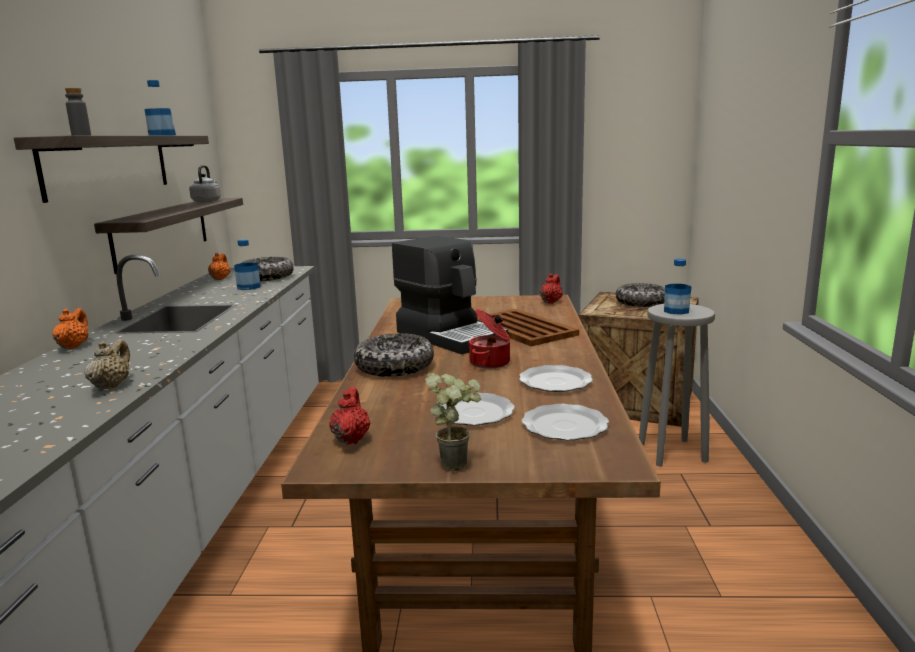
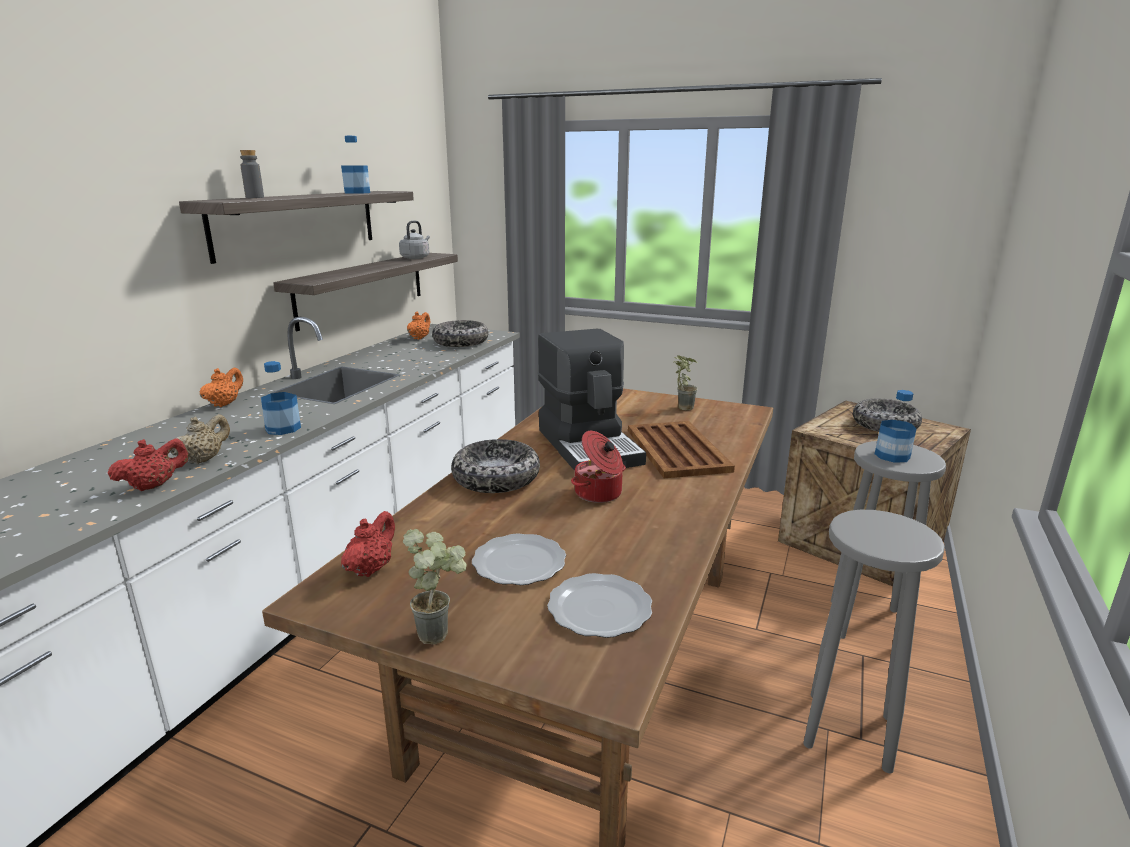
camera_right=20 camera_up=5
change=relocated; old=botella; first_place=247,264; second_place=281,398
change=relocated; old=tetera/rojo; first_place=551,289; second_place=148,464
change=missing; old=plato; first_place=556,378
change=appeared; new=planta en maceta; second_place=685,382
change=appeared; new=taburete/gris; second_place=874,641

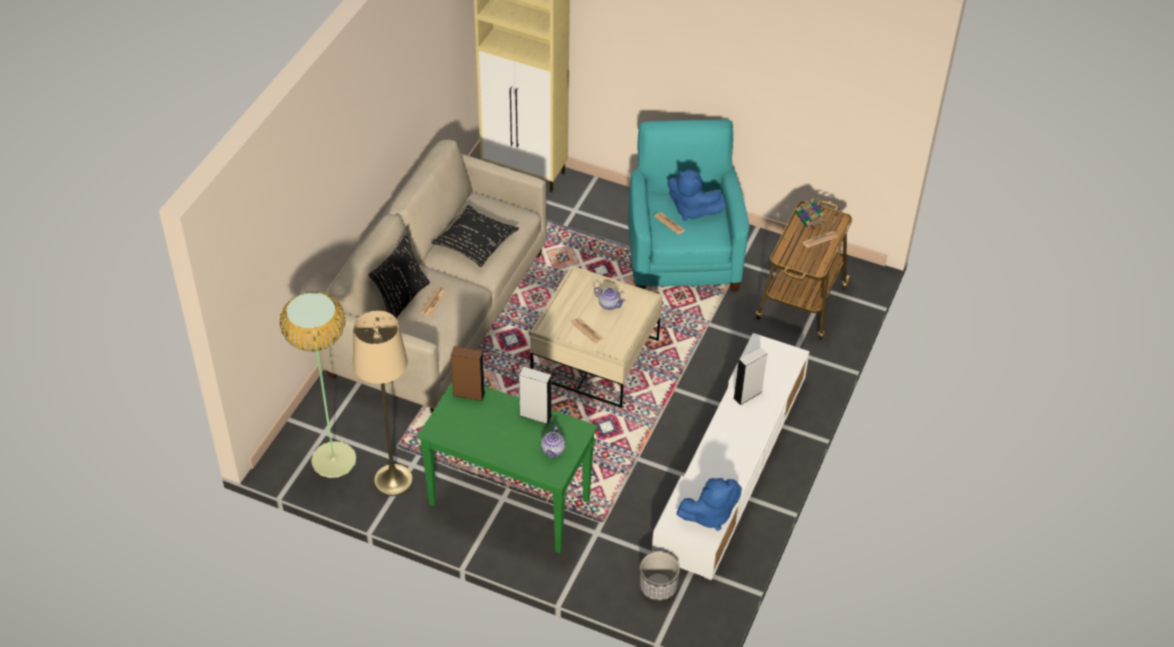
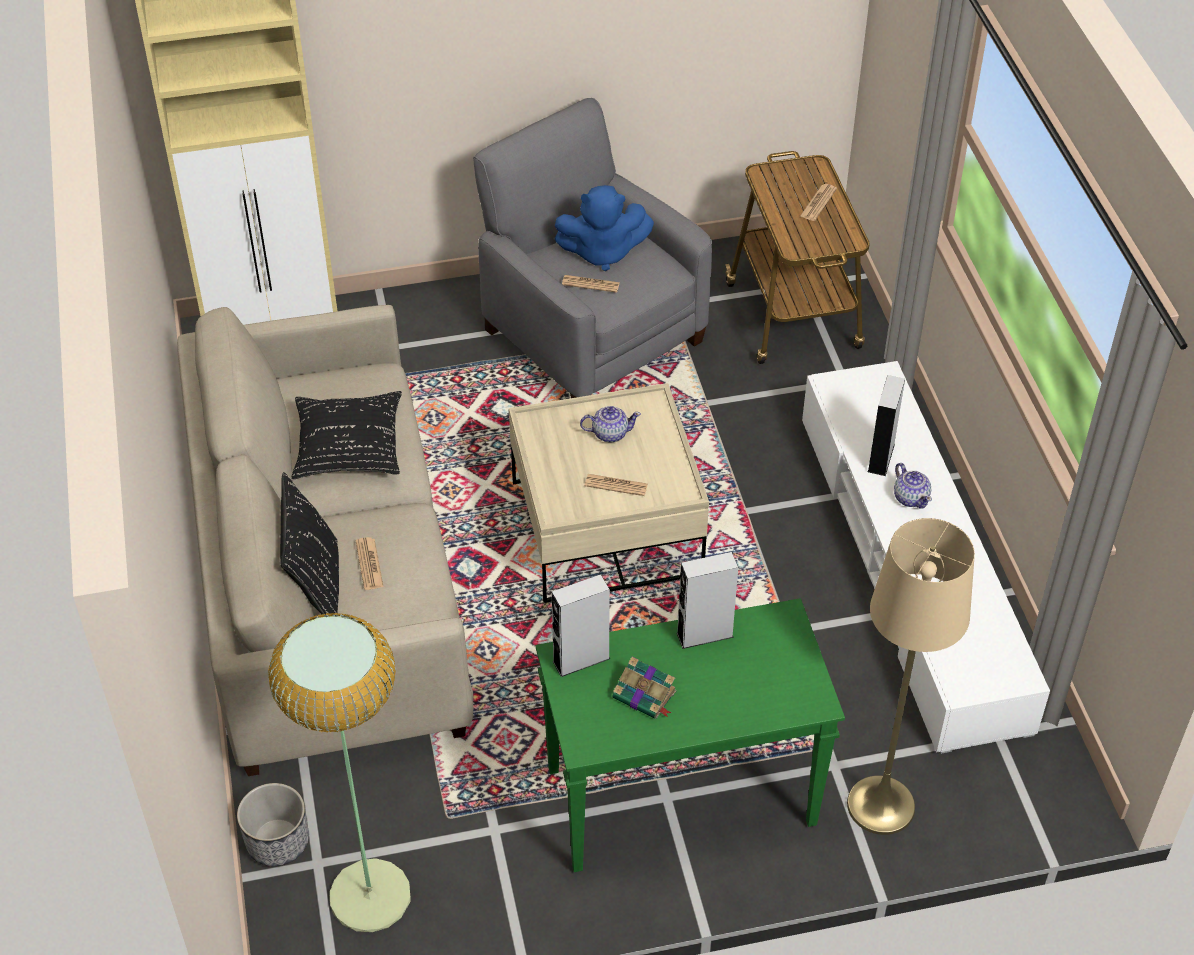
camera_right=-35 camera_up=0
change=colour; old=sillón/turquesa; new=sillón/gris; first_place=688,205; second_place=592,248
change=relocated; old=libro; first_place=810,214; second_place=644,688
change=relocated; old=lámpara de pie/beis; first_place=383,403; second_place=911,676
change=colour; old=altavoz/marrón; new=altavoz/gris; first_place=468,373; second_place=581,625
change=relocated; old=tetera; first_place=553,441; second_place=913,486
change=missing; old=peluche/azul; first_place=709,504
change=relocated; old=maceta; first_place=660,576; second_place=273,824

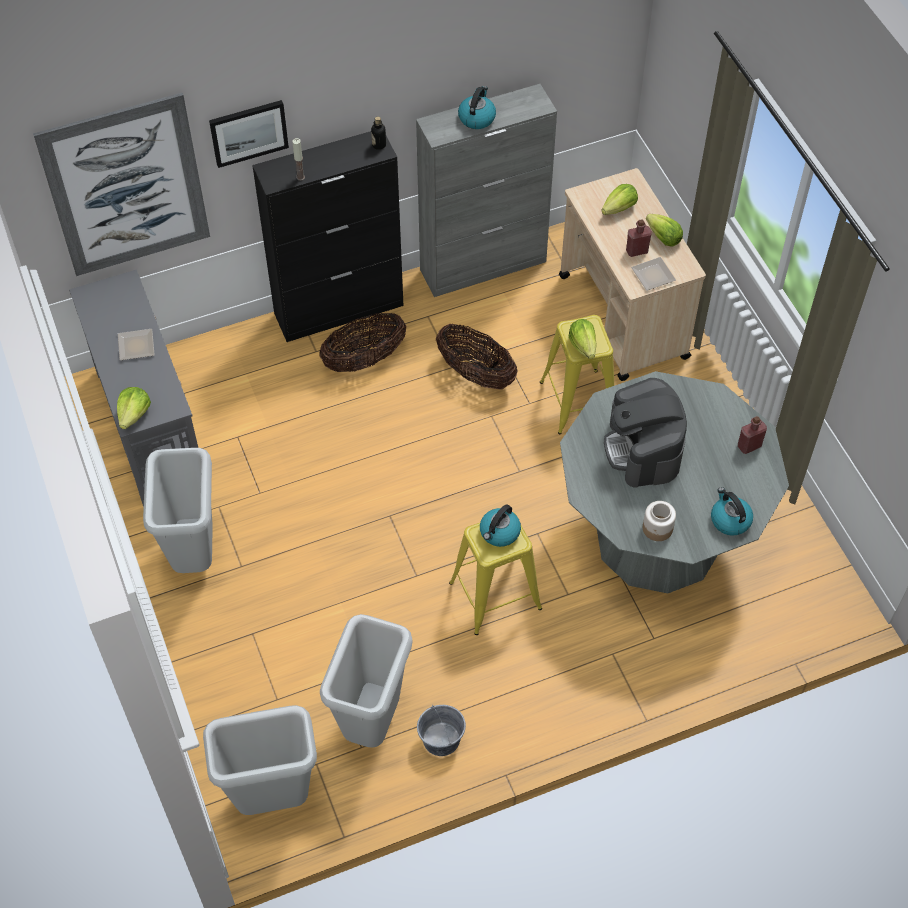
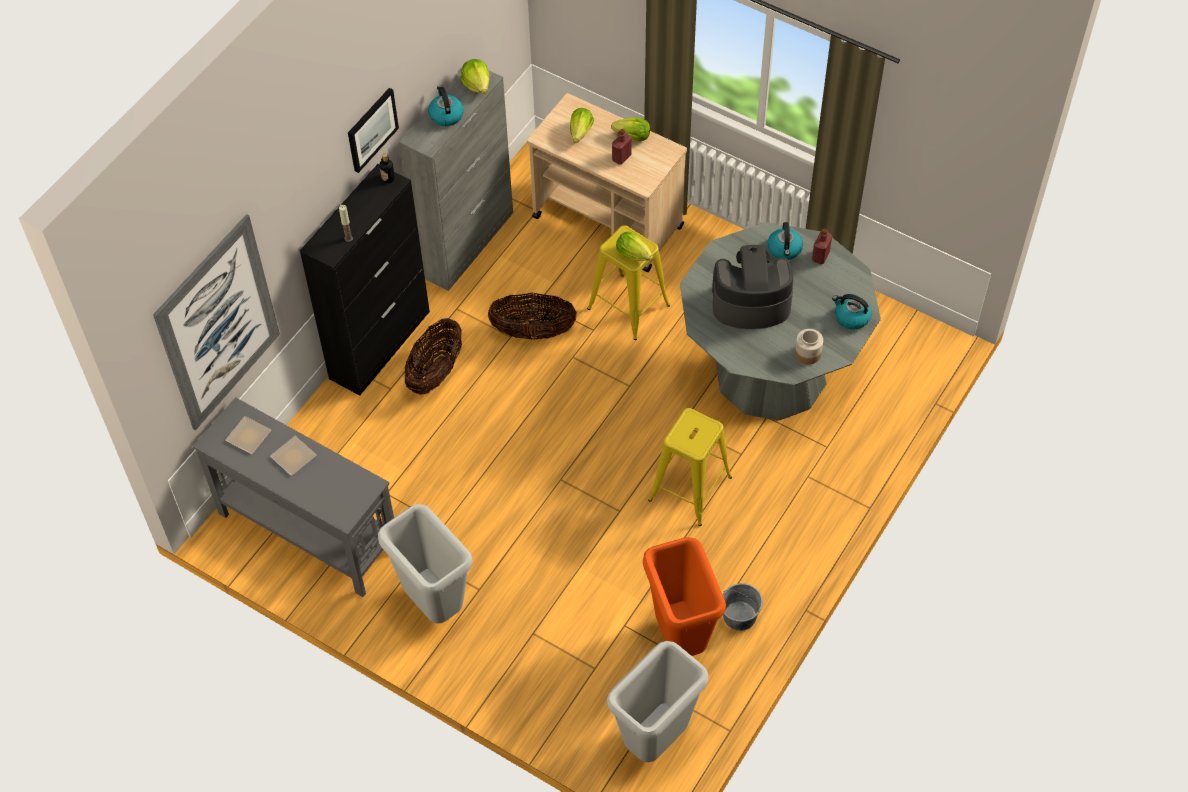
camera_right=-35 camera_up=0
change=relocated; old=cuadro; first_place=249,134; second_place=373,130
change=relocated; old=plato; first_place=653,274; second_place=248,435
change=spun; old=cafetera; first_place=645,433; second_place=752,287; degrees=135
change=relocated; old=lechuga; first_place=134,408; second_place=475,76
change=relocated; old=hervidor; first_place=500,525; second_place=785,241
change=colour; old=papelera/gris; new=papelera/naranja; first_place=366,681; second_place=684,596

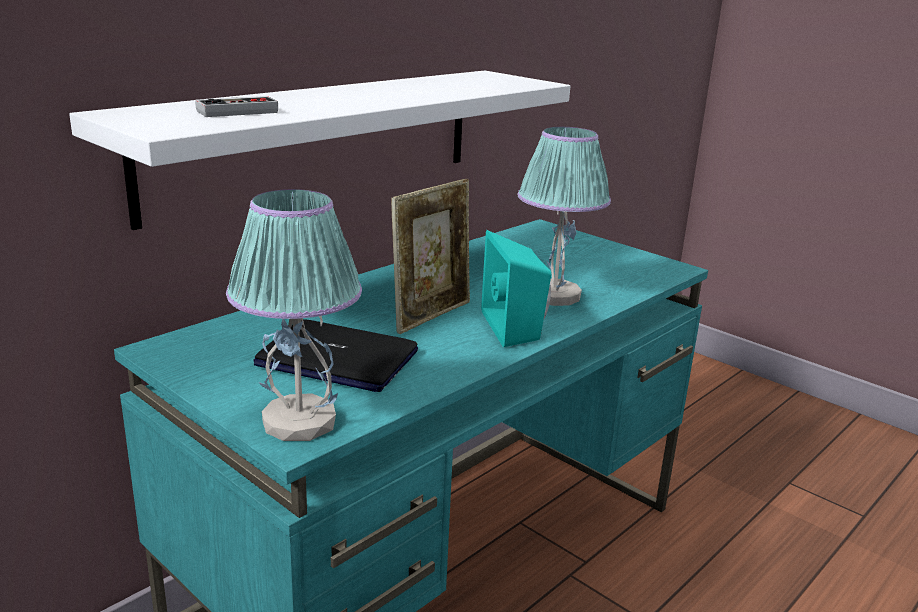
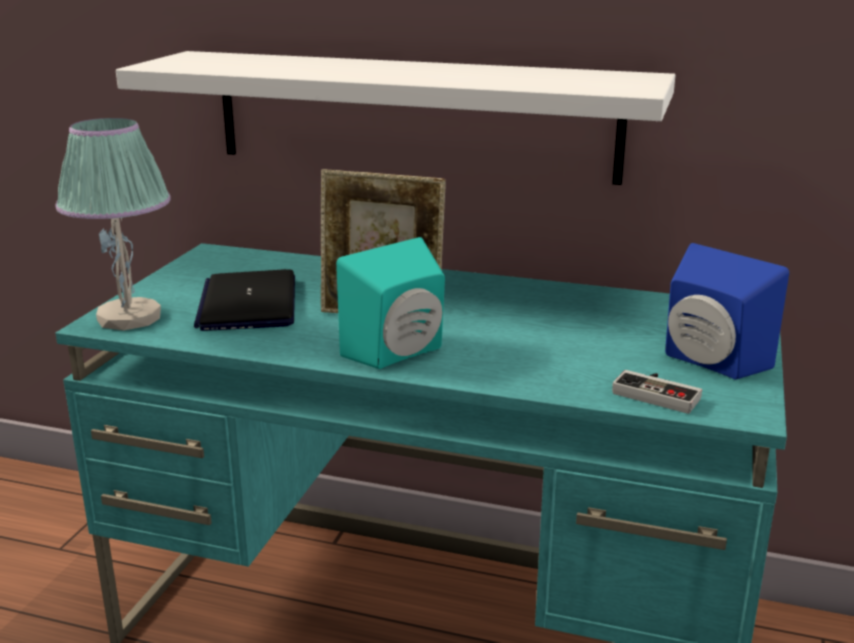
camera_right=65 camera_up=0
change=relocated; old=mando de consola; first_place=236,106; second_place=657,392
change=missing; old=lámpara de mesa; first_place=564,216
change=appeared; new=altavoz/azul; second_place=727,311

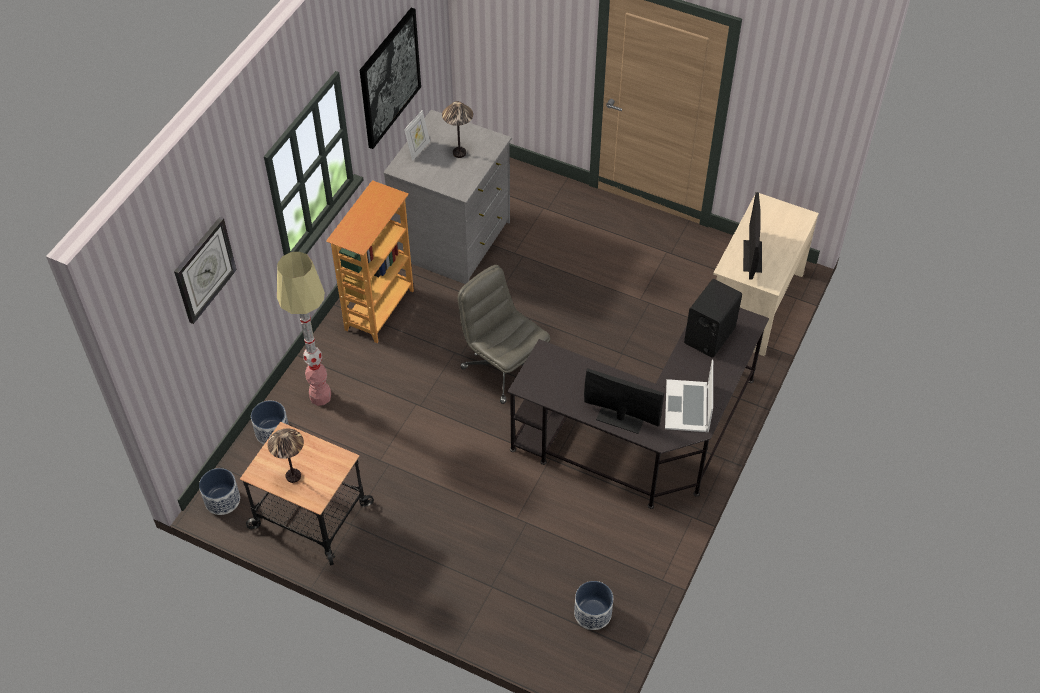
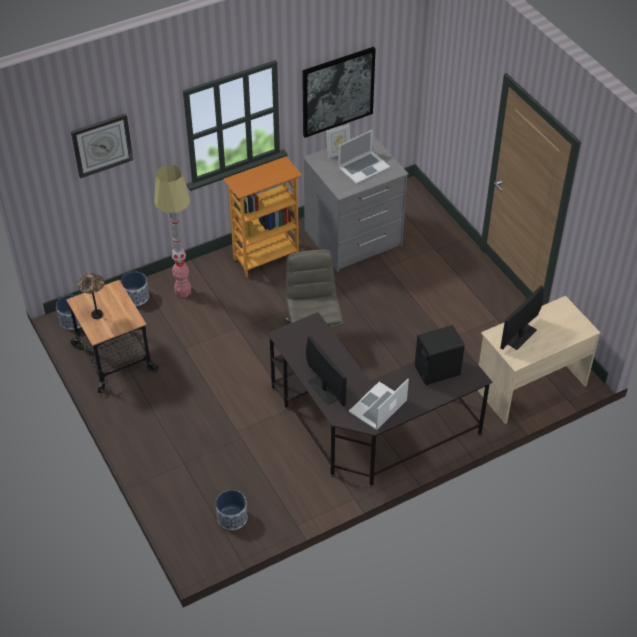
camera_right=35 camera_up=-5
change=exchanged; old=lámpara de mesa; new=portátil; first_place=457,129; second_place=364,156

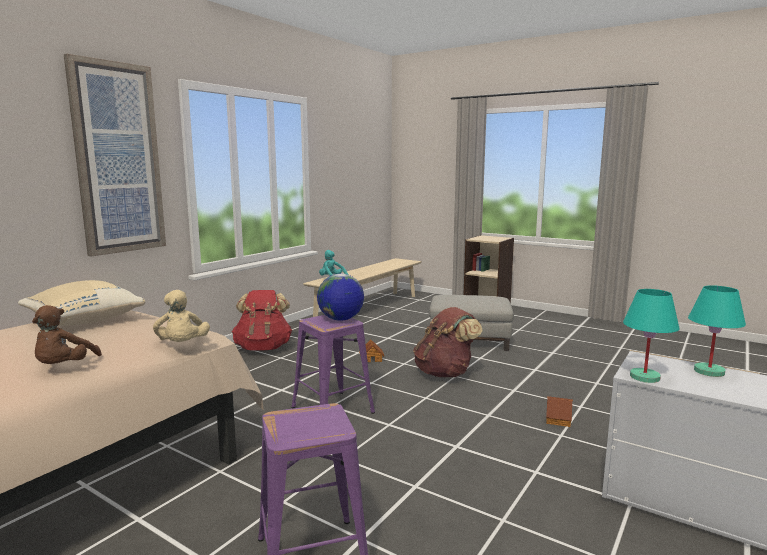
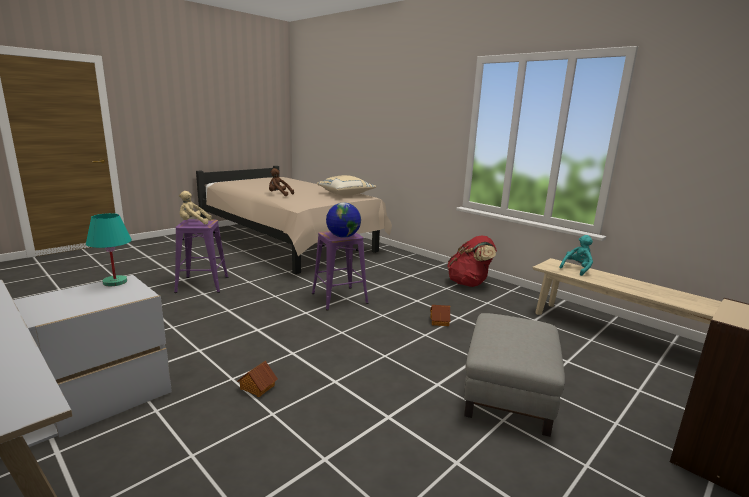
camera_right=100 camera_up=5
change=missing; old=cuadro; first_place=115,155
change=missing; old=lámpara de mesa/turquesa; first_place=717,331
change=relocated; old=peluche/beis; first_place=181,316; second_place=195,207
change=missing; old=mochila/marrón; first_place=448,342

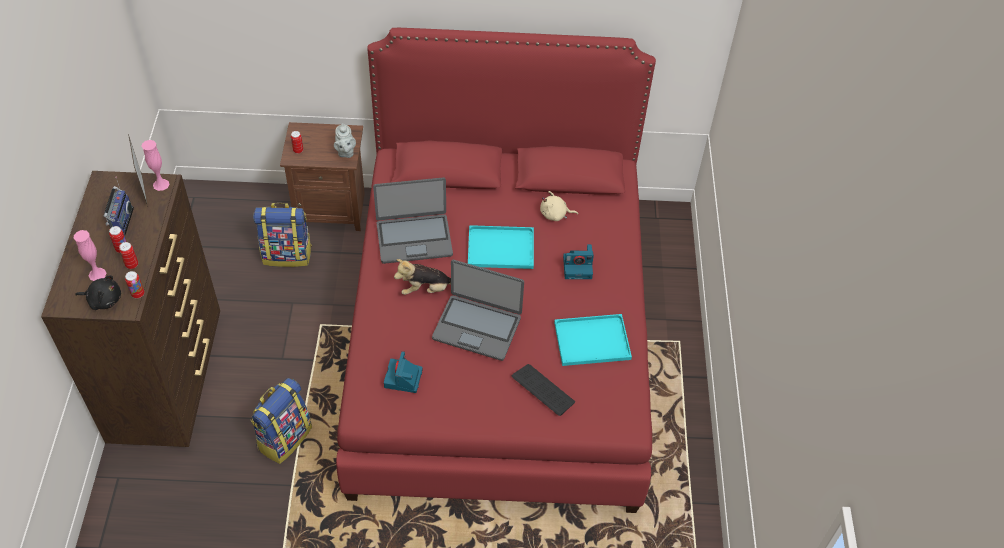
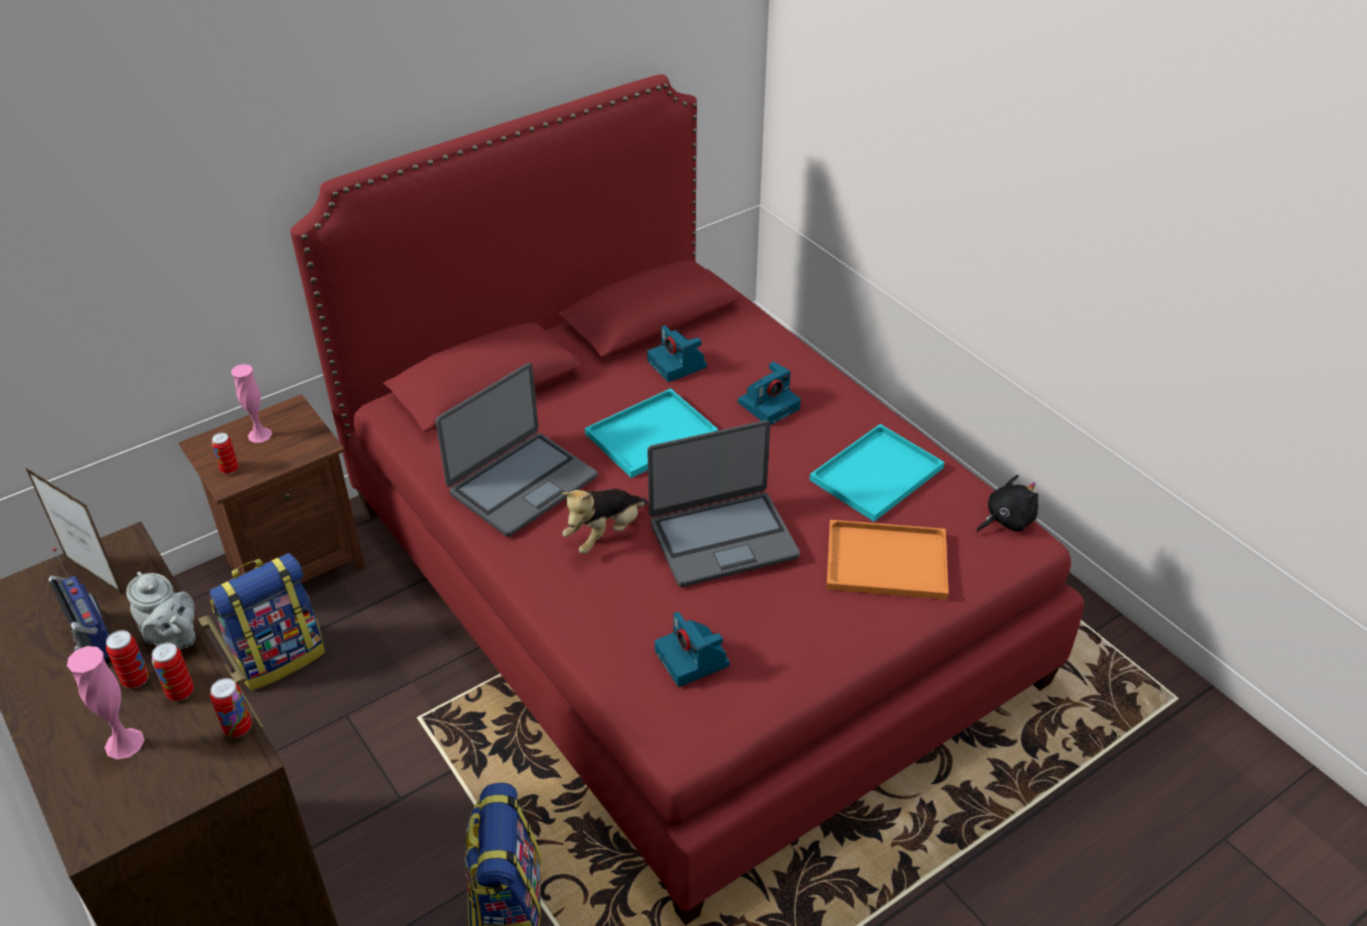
camera_right=-35 camera_up=-10
change=relocated; old=tetera/gris; first_place=345,140; second_place=161,611
change=relocated; old=florero/rosa; first_place=155,165; second_place=251,403
change=exchanged; old=peluche/beis; new=cámara; first_place=559,206; second_place=677,353
change=relocated; old=peluche/negro; first_place=98,292; second_place=1007,503
change=exchanged; old=teclado; new=bandeja/naranja; first_place=543,390; second_place=888,560

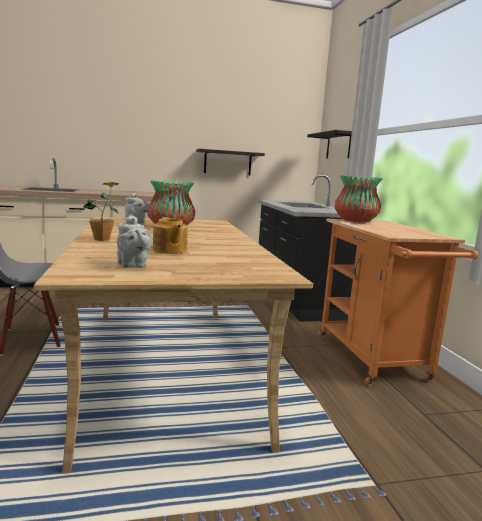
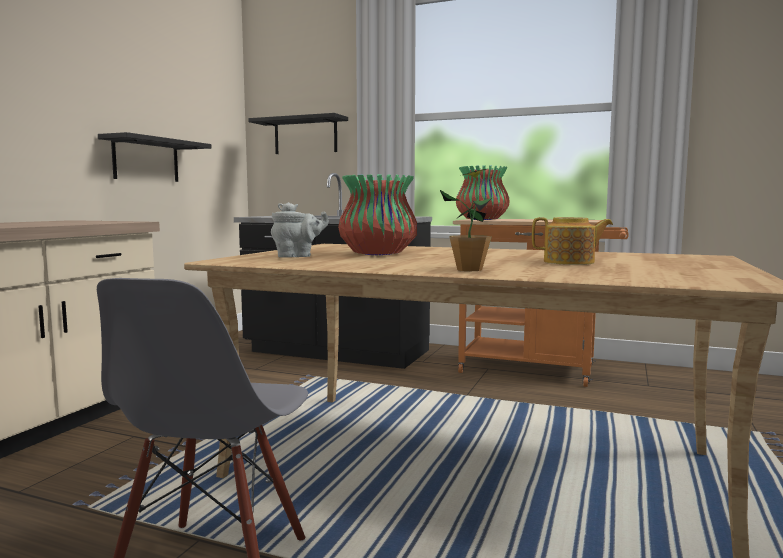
camera_right=-55 camera_up=-5
change=missing; old=tetera/gris; first_place=134,241

